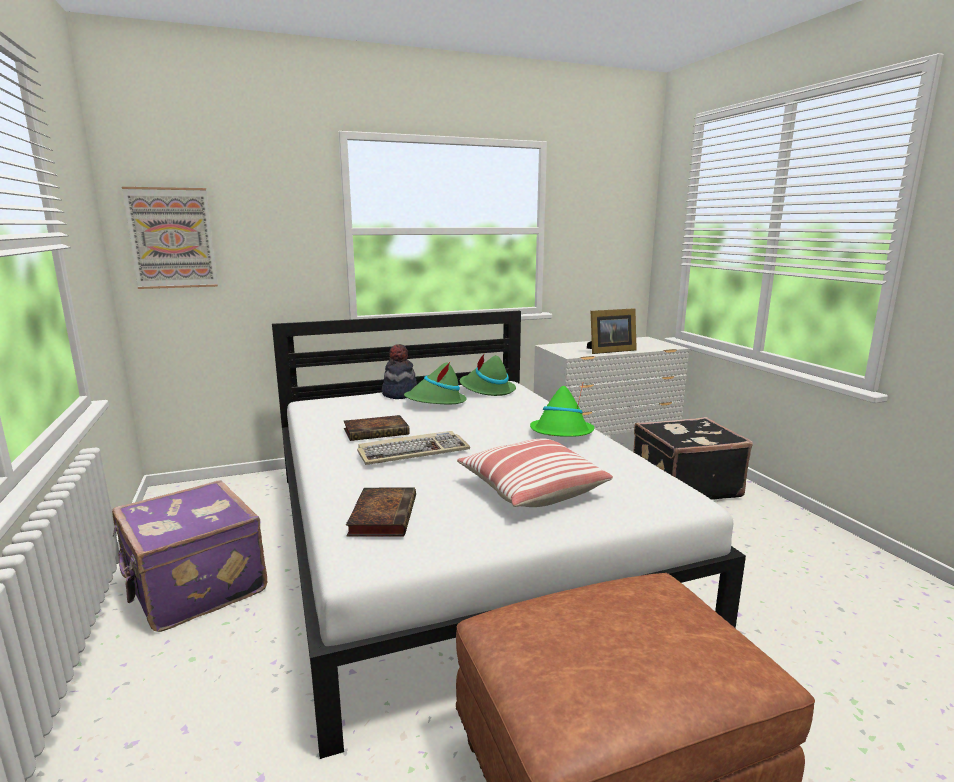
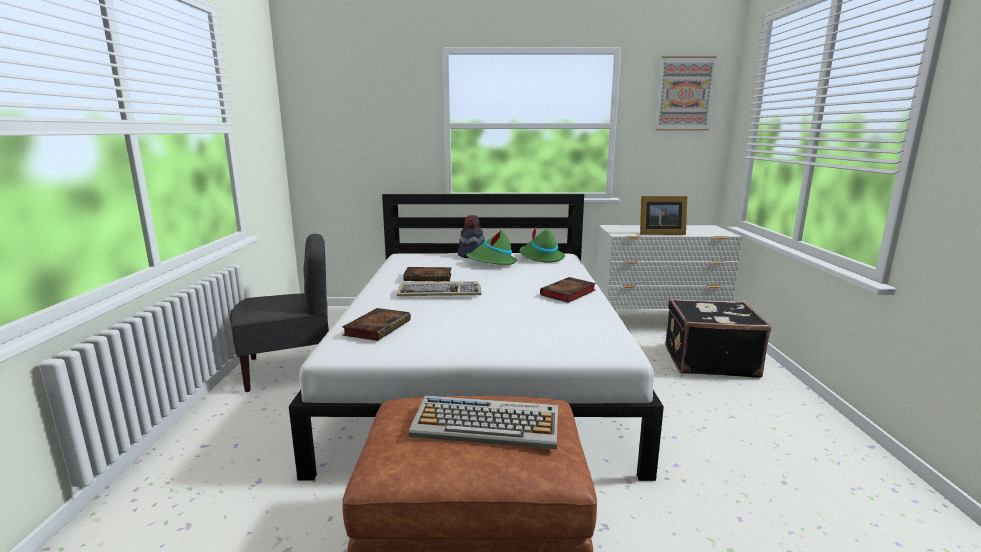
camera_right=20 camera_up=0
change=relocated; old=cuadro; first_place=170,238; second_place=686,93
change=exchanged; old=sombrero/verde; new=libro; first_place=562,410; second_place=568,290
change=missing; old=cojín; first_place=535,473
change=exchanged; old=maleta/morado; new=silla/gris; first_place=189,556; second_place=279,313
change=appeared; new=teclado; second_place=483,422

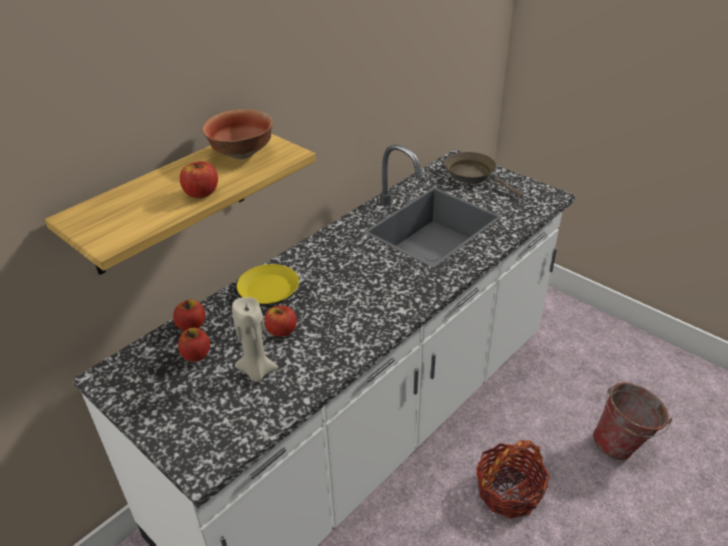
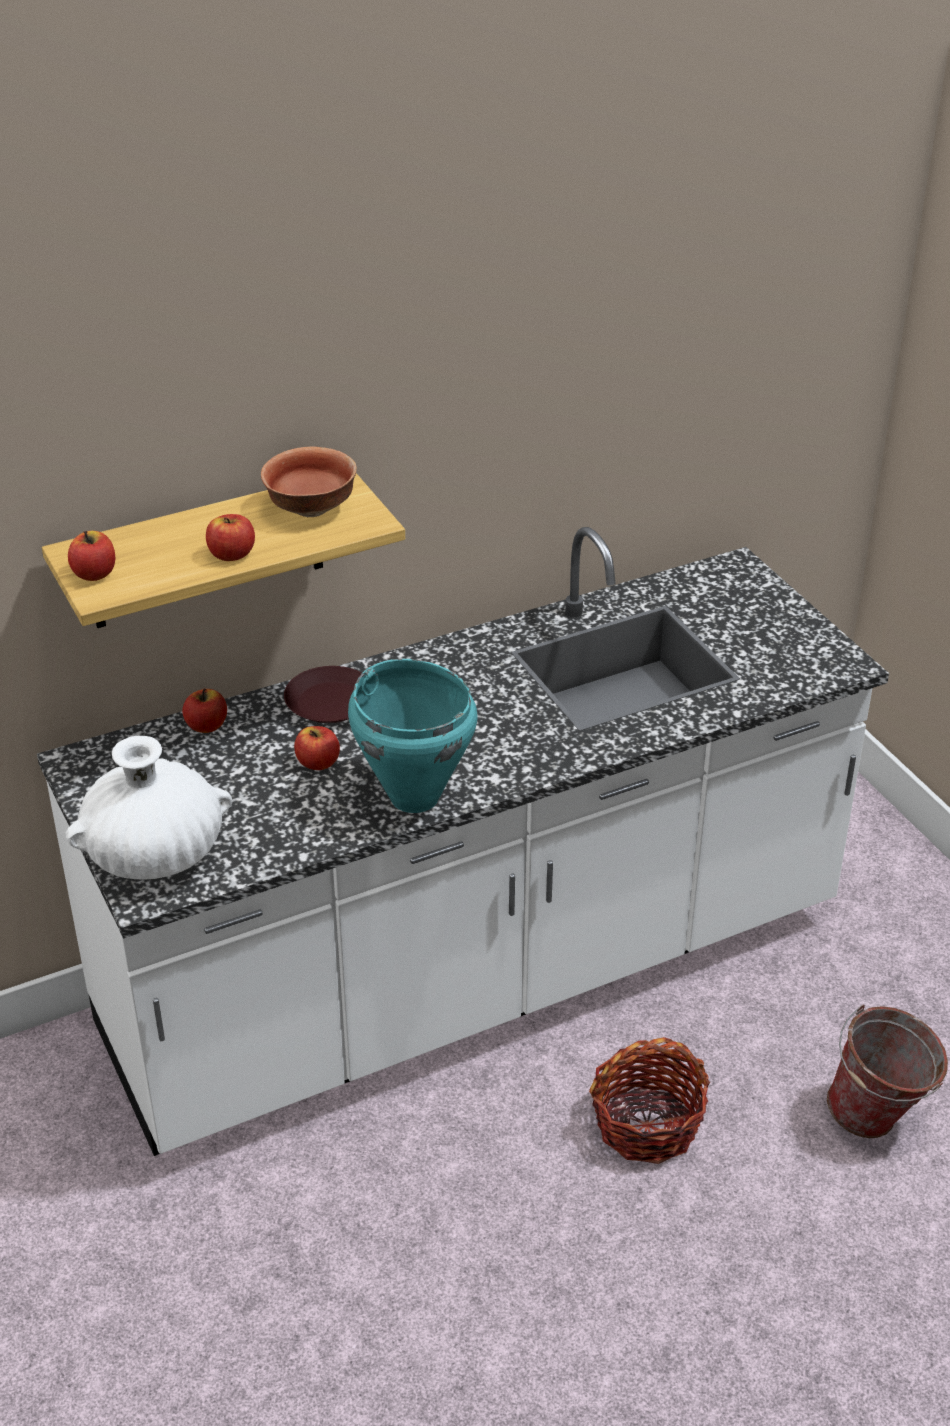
camera_right=20 camera_up=0
change=missing; old=sartén/marrón; first_place=484,174
change=colour; old=plato/amarillo; new=plato/marrón; first_place=268,284; second_place=323,694
change=missing; old=vela/beis; first_place=255,339
change=relocated; old=manzana; first_place=194,345; second_place=91,556
change=appeared; new=olla/turquesa; second_place=413,736
change=appeared; new=florero/blanco; second_place=149,808

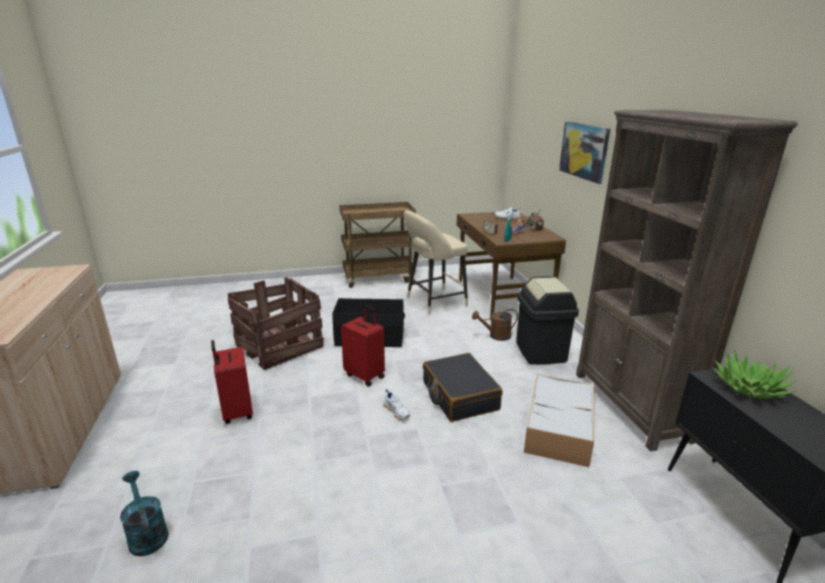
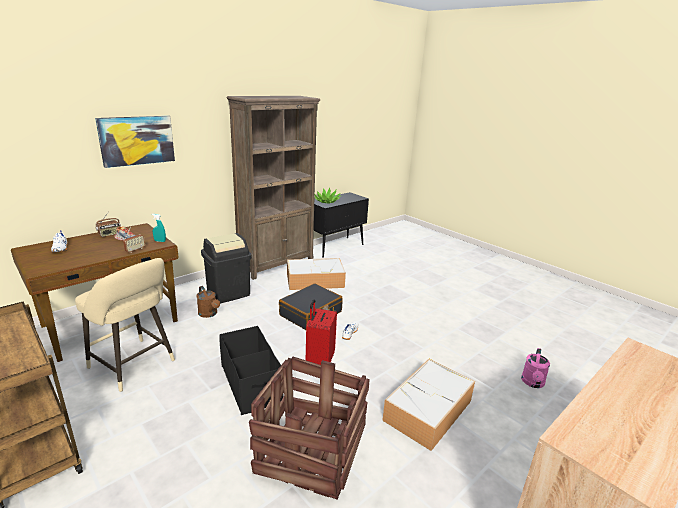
camera_right=-120 camera_up=0
change=exchanged; old=maleta/rojo; new=caja de almacenaje; first_place=232,382; second_place=428,405
change=colour; old=regadera/turquesa; new=regadera/rosa; first_place=144,513; second_place=535,368

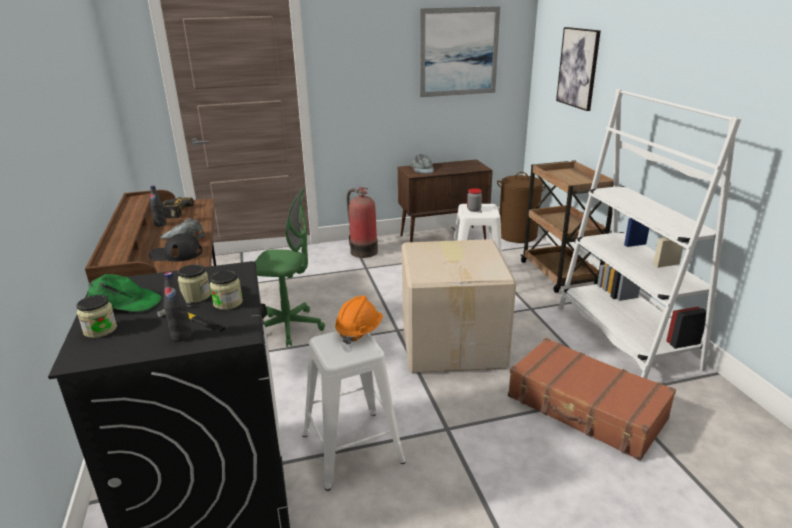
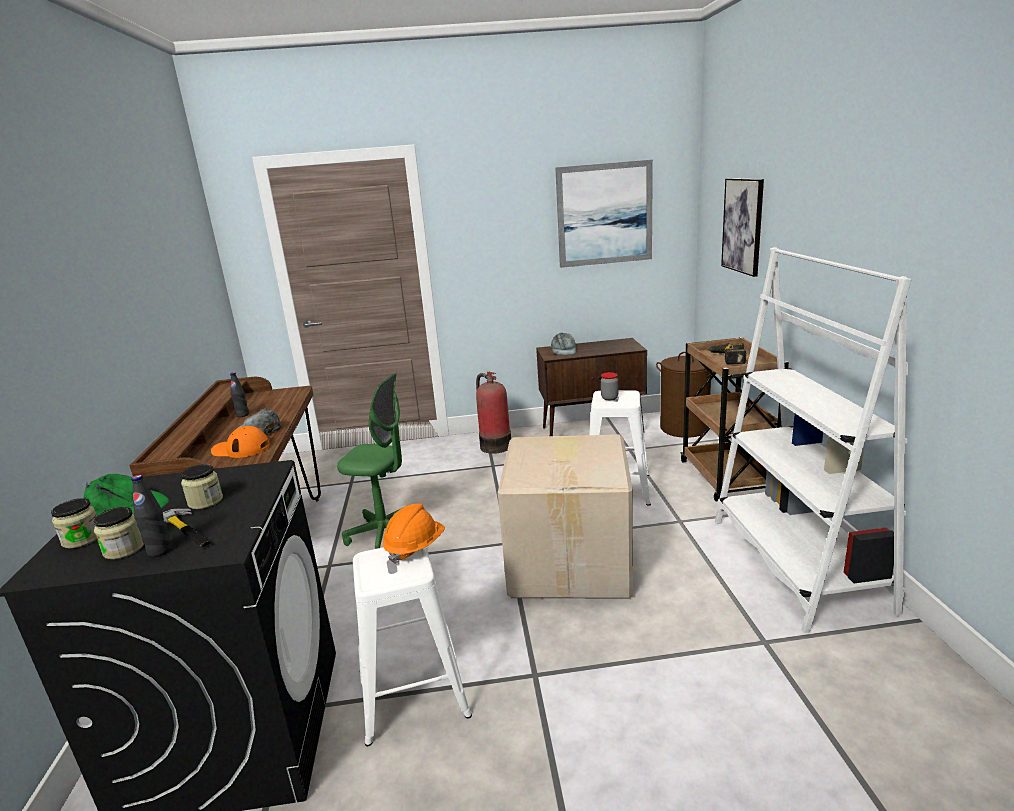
camera_right=10 camera_up=-5
change=relocated; old=taladro; first_place=178,207; second_place=727,353
change=colour; old=gorra/negro; new=gorra/naranja; first_place=175,247; second_place=240,442
change=relocated; old=tarro; first_place=226,290; second_place=118,533
change=missing; old=maleta/marrón; first_place=592,399

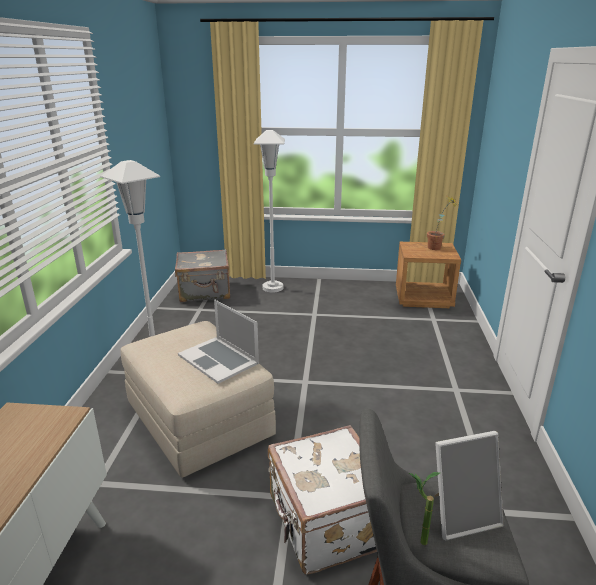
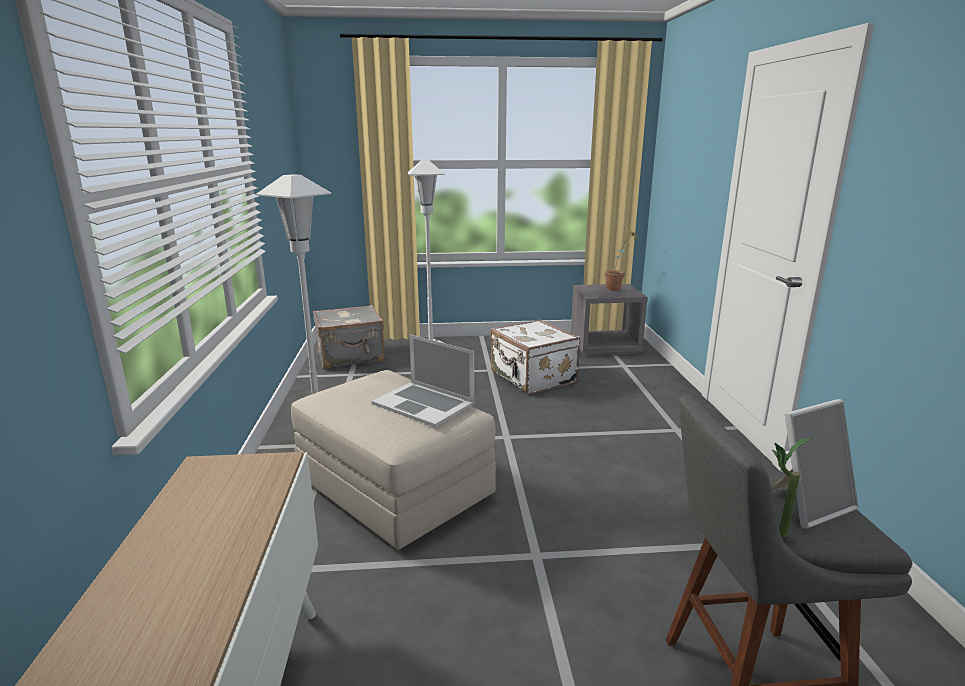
camera_right=-10 camera_up=-5
change=colour; old=mesita de noche/marrón; new=mesita de noche/gris; first_place=428,275; second_place=609,320
change=relocated; old=maleta/blanco; first_place=322,499; second_place=535,357

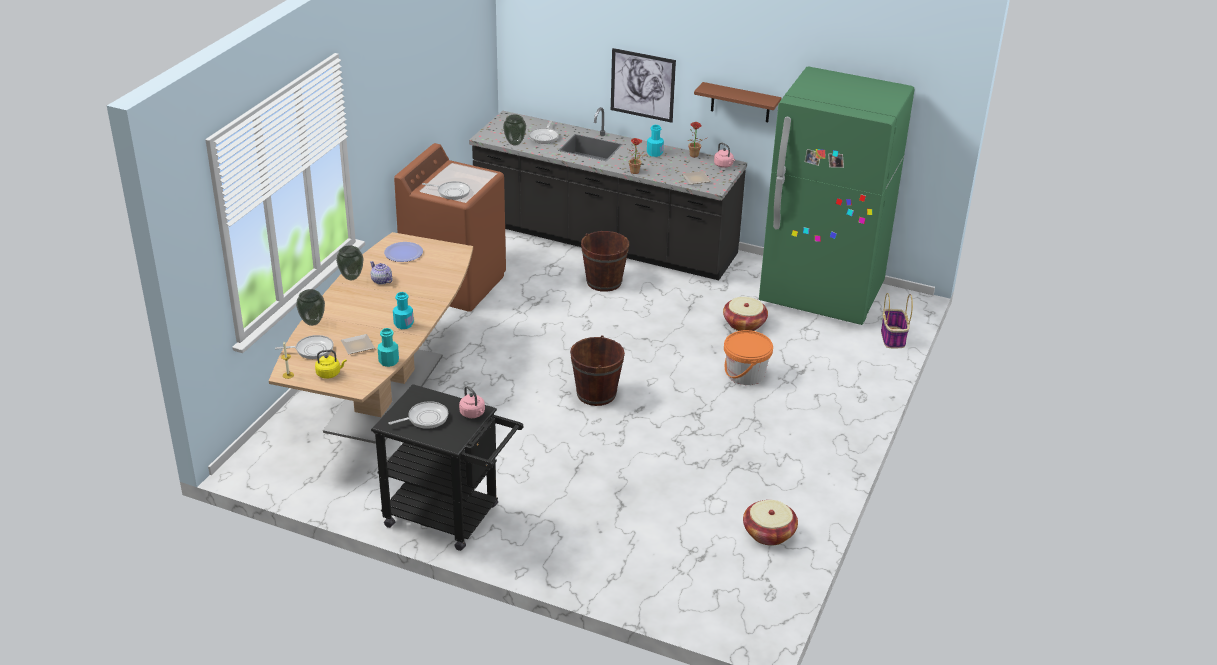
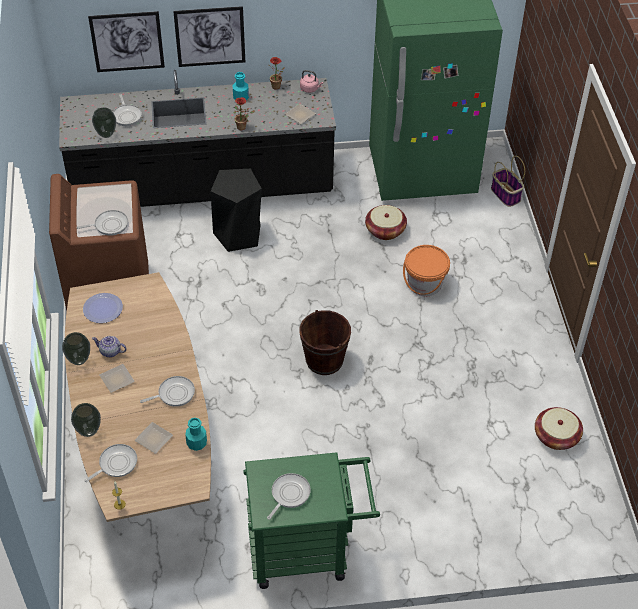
camera_right=-30 camera_up=15
change=missing; old=estante/marrón; first_place=737,102
change=exchanged; old=cubo/marrón; new=taburete/negro; first_place=605,261; second_place=236,210
change=exchanged; old=botella/turquesa; new=sartén; first_place=403,310; second_place=167,391
change=missing; old=hervidor/amarillo; first_place=331,364
change=colour; old=carrito/negro; new=carrito/verde; first_place=447,467; second_place=311,520
change=missing; old=hervidor/rosa; first_place=472,402
change=appeared; new=cuadro; second_place=126,41
change=appeared; new=plato; second_place=117,378

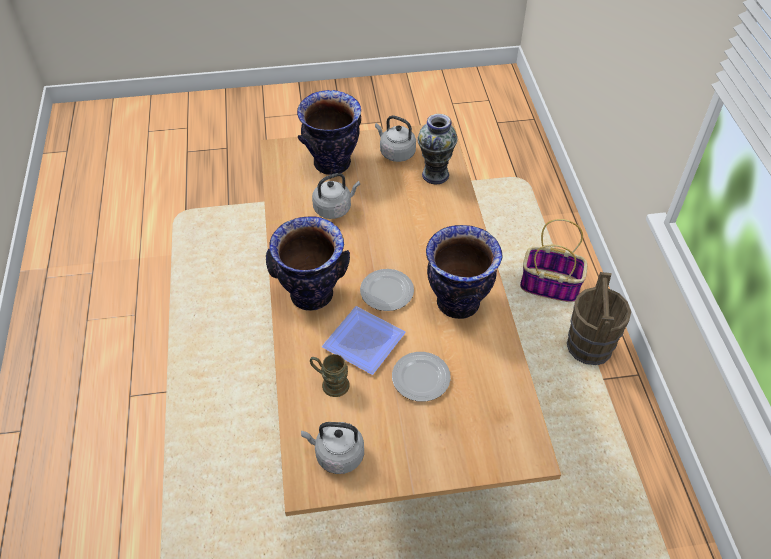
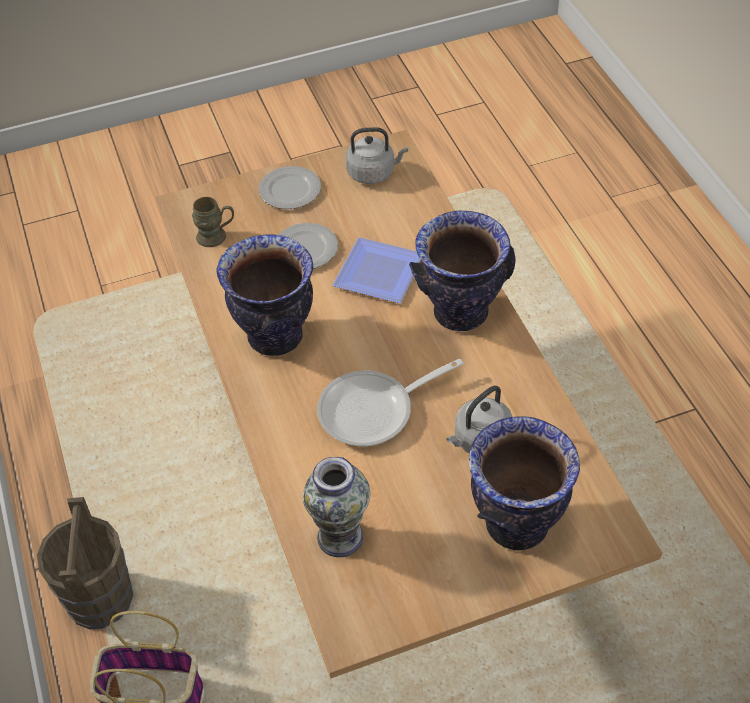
camera_right=170 camera_up=0
change=missing; old=hervidor/gris; first_place=395,138
change=relocated; old=plato; first_place=387,290; second_place=290,187
change=relocated; old=taza grande/marrón; first_place=330,375; second_place=213,222
change=appeared; new=sartén; second_place=390,403

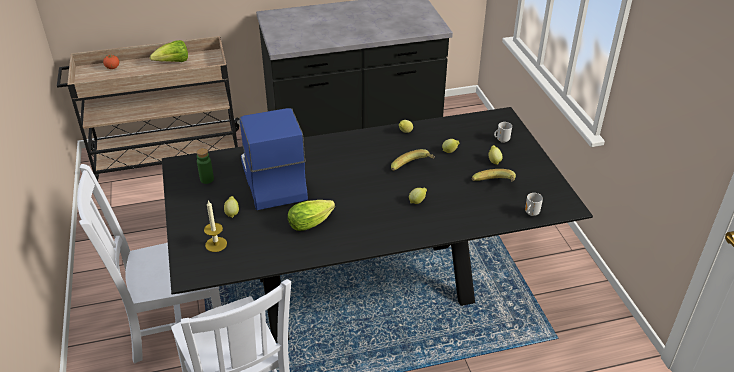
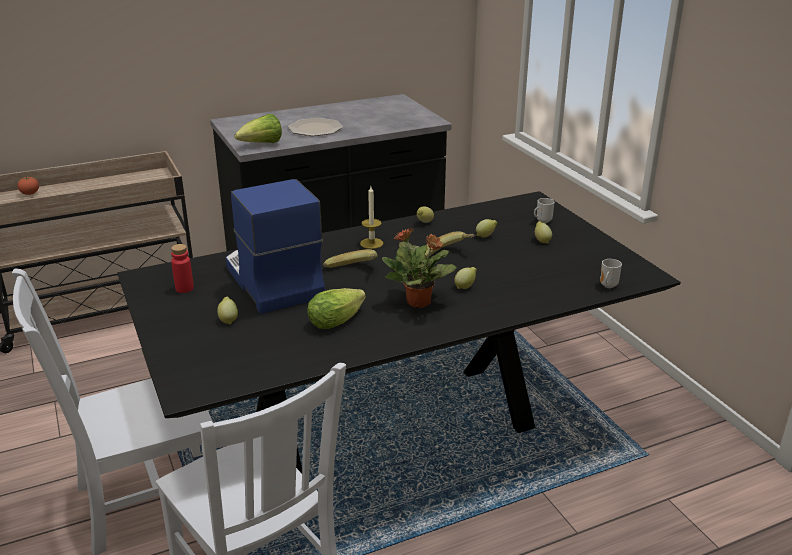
camera_right=-10 camera_up=-10
change=relocated; old=lechuga; first_place=169,51; second_place=258,128
change=colour; old=botella/verde; new=botella/rojo; first_place=205,166; second_place=182,268
change=relocated; old=plátano; first_place=494,175; second_place=350,258
change=relocated; old=vela; first_place=215,226; second_place=372,217
change=appeared; new=plato; second_place=315,127
change=appeared; new=planta en maceta; second_place=419,268

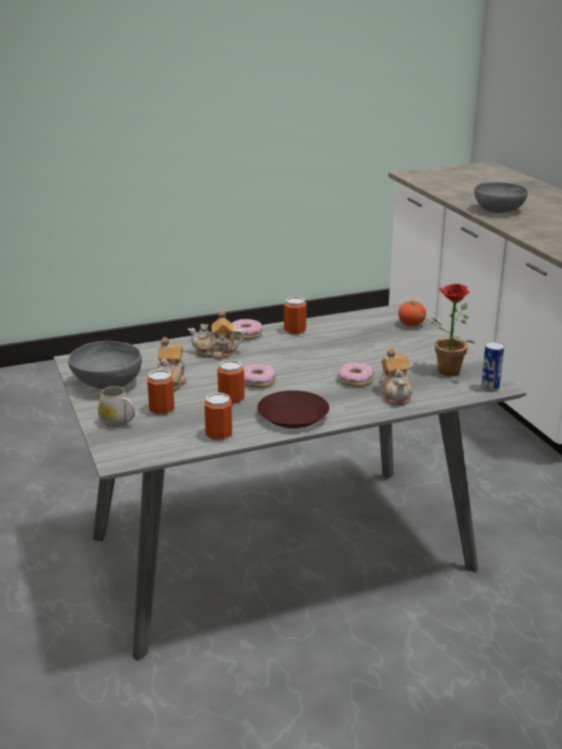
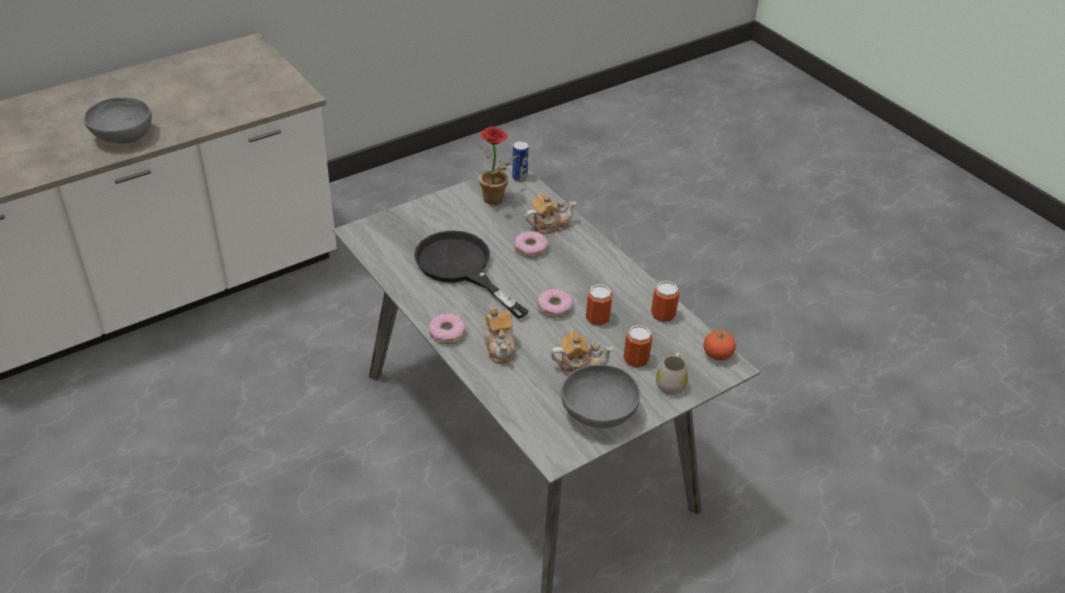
camera_right=-105 camera_up=15
change=missing; old=lata; first_place=295,315
change=relocated; old=tomate; first_place=412,313; second_place=720,345
change=missing; old=plato/marrón; first_place=293,409
change=appeared; new=sartén/negro; second_place=471,274

